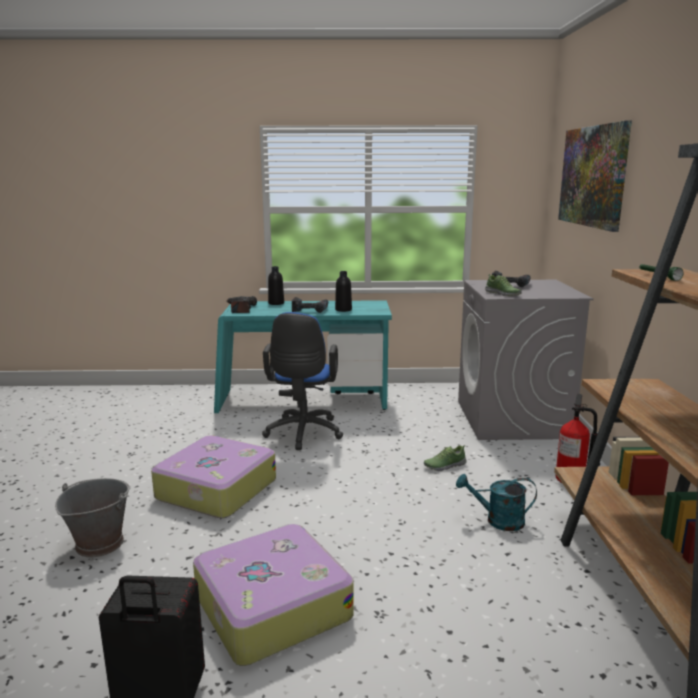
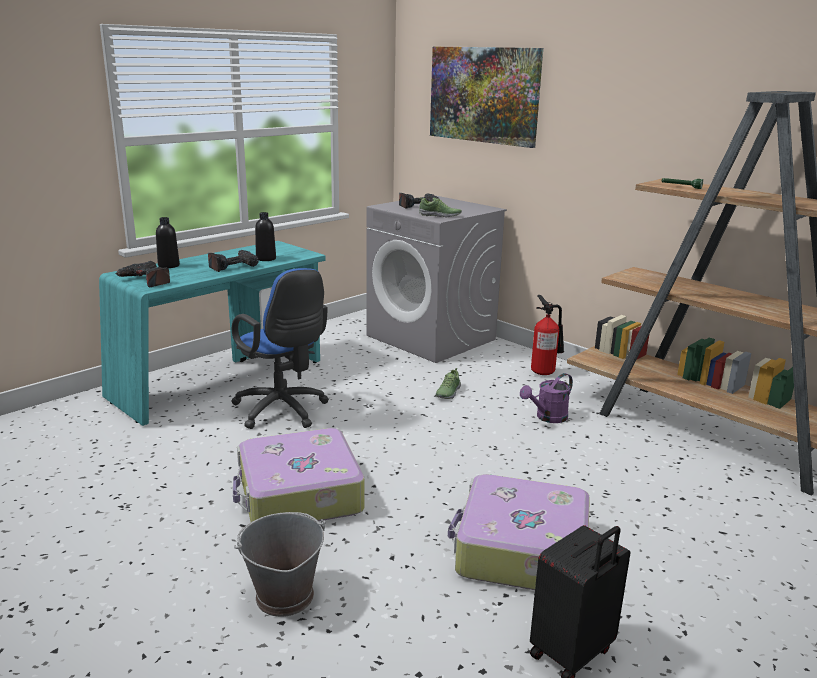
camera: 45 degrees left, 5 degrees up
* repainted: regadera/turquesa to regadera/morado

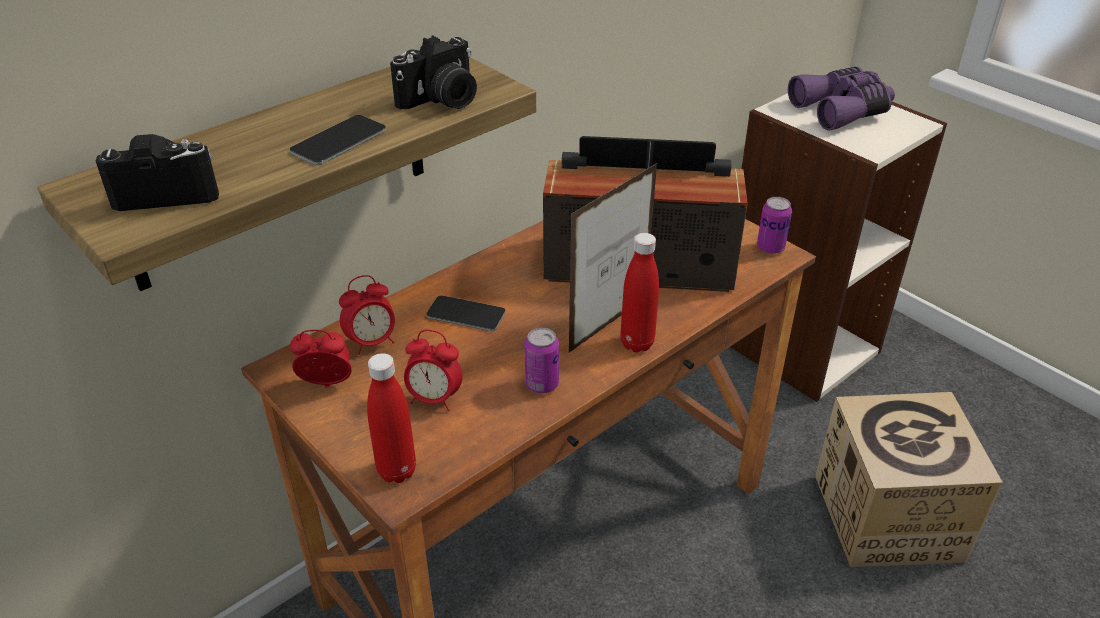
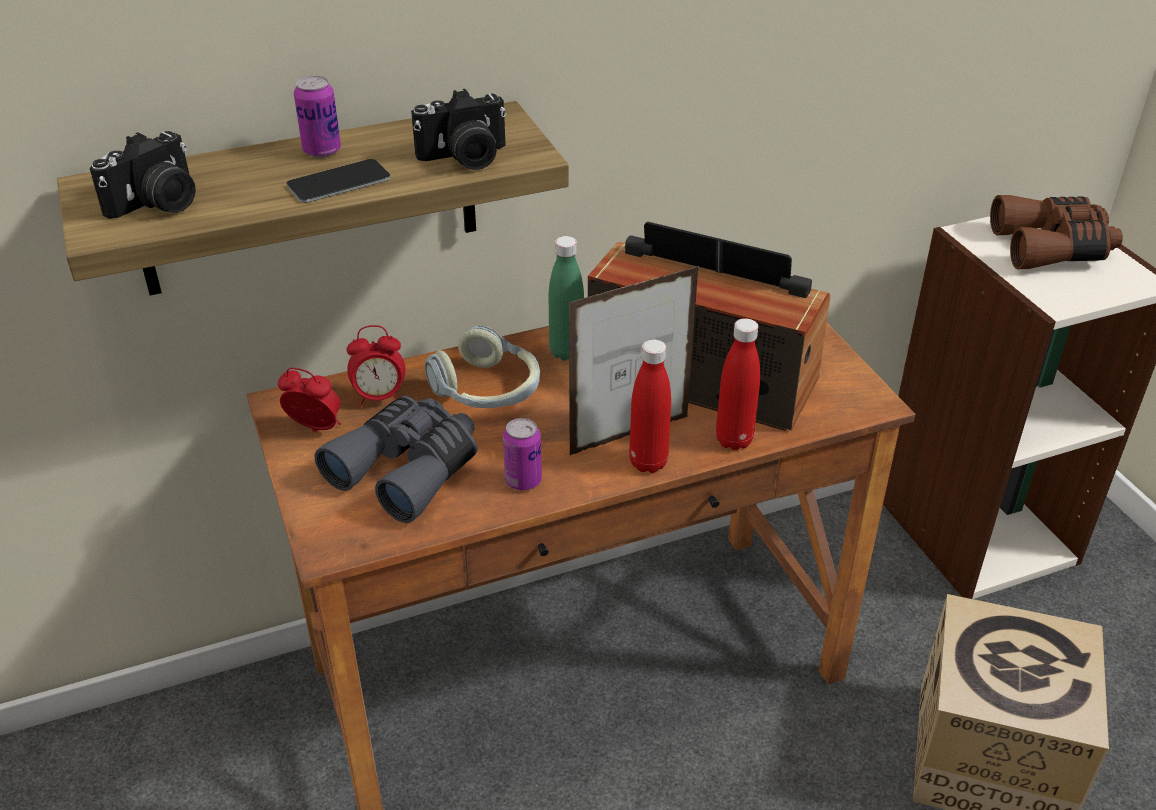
camera: 20 degrees right, 0 degrees up
* new: botella/verde
* shifted: botella/rojo (no. 1 from left in the first image) to botella/rojo (no. 2 from left)
* shifted: lata (no. 2 from left in the first image) to lata (no. 1 from left)
* swapped: despertador (no. 3 from left) to prismáticos/gris
* swapped: móvil (no. 2 from left) to auriculares
* repainted: prismáticos/morado to prismáticos/marrón
* rotated: cámara (no. 1 from left) 120 degrees clockwise

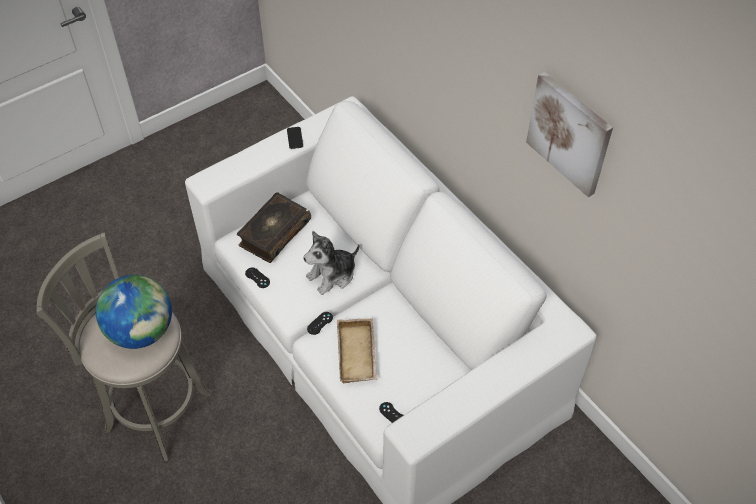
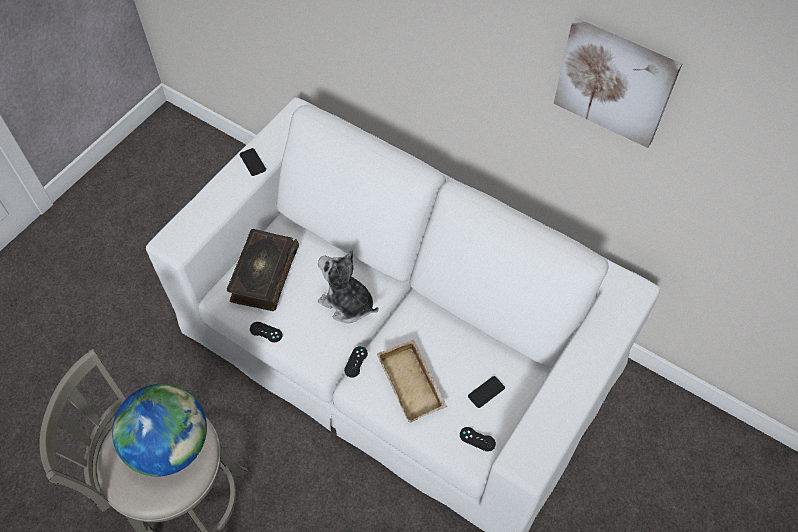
camera: 20 degrees left, 5 degrees up
* new: móvil (no. 2 from left)
* rotated: peluche 90 degrees clockwise

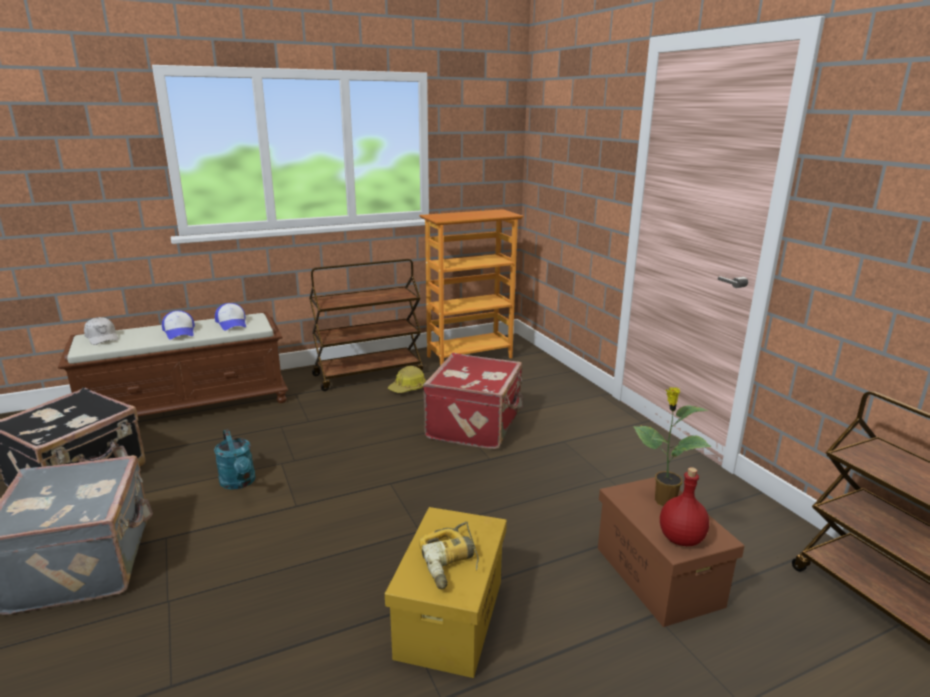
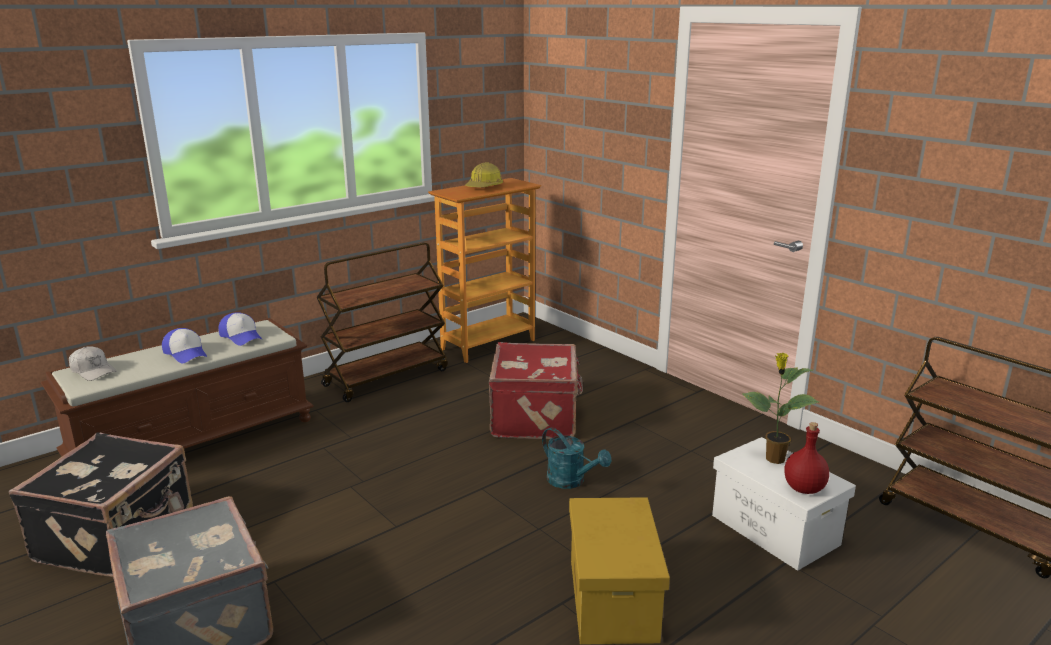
camera: 15 degrees left, 0 degrees up
* gone: taladro
* shifted: regadera/turquesa
* shifted: casco
* repainted: caja de almacenaje/marrón to caja de almacenaje/blanco

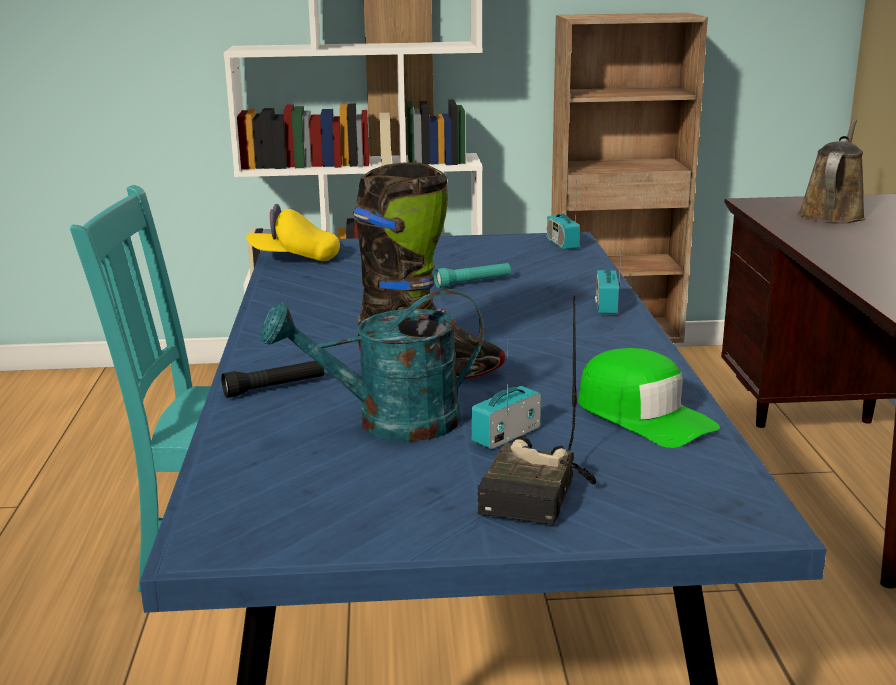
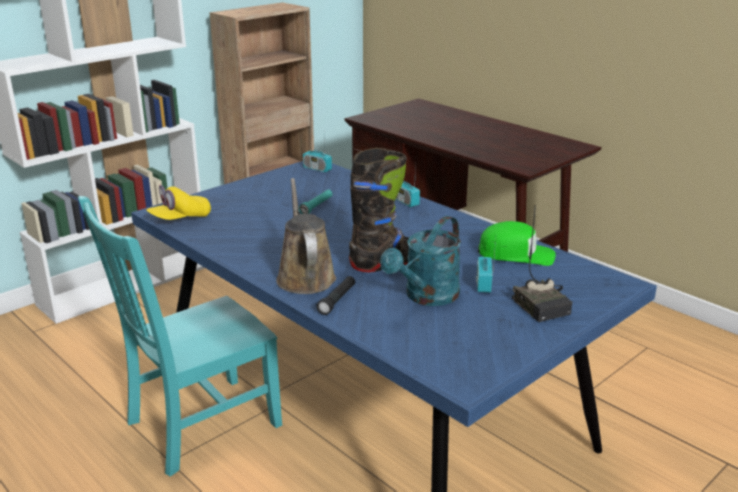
camera: 40 degrees left, 5 degrees up
* shifted: regadera/marrón

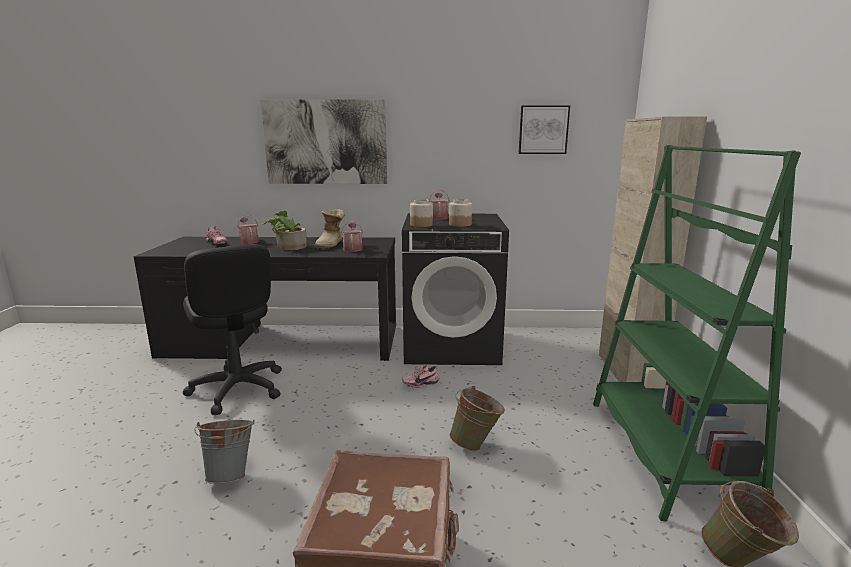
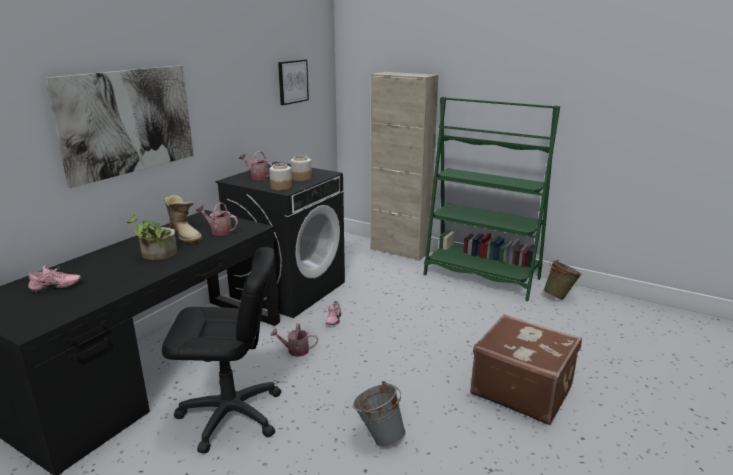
camera: 60 degrees left, 5 degrees up
* gone: cubo/verde (no. 1 from left)
* shifted: regadera (no. 1 from left in the first image) to regadera (no. 3 from left)

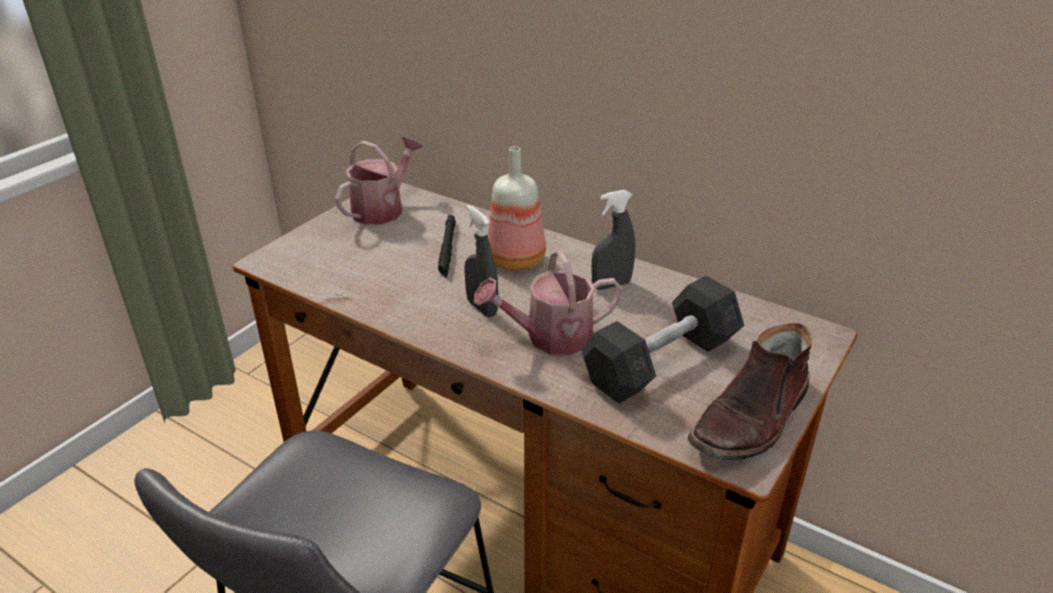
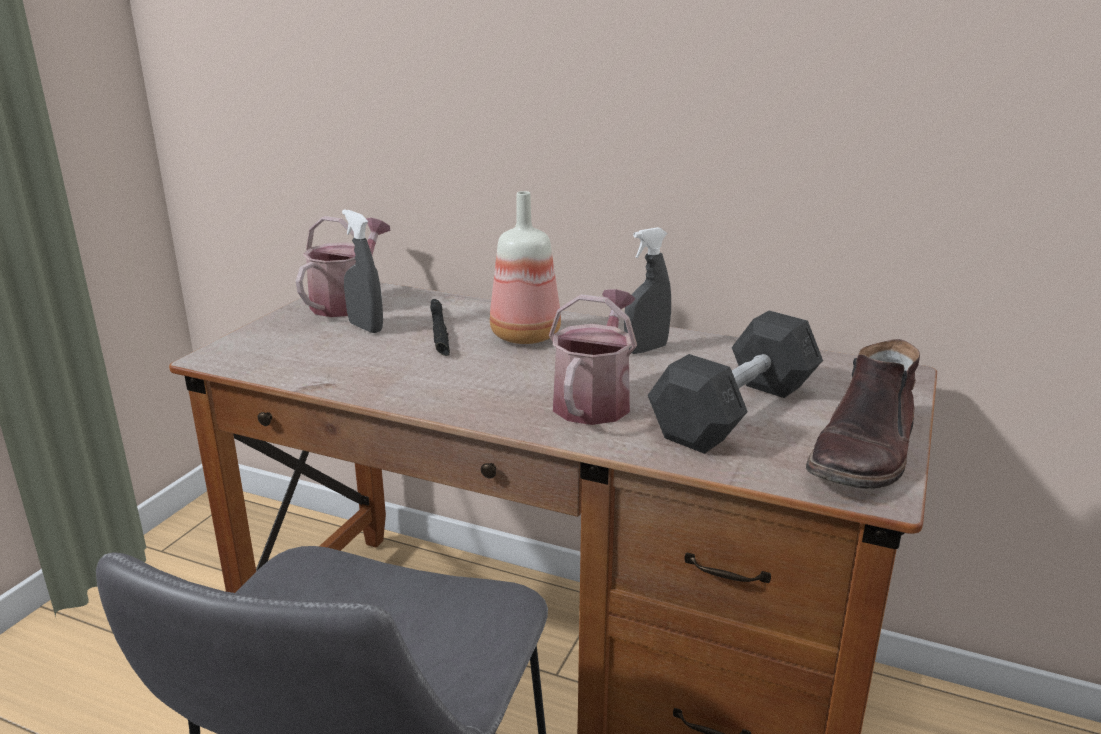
camera: 10 degrees left, 10 degrees down
* shifted: pulverizador/gris (no. 1 from left)
* rotated: regadera (no. 2 from left) 135 degrees clockwise

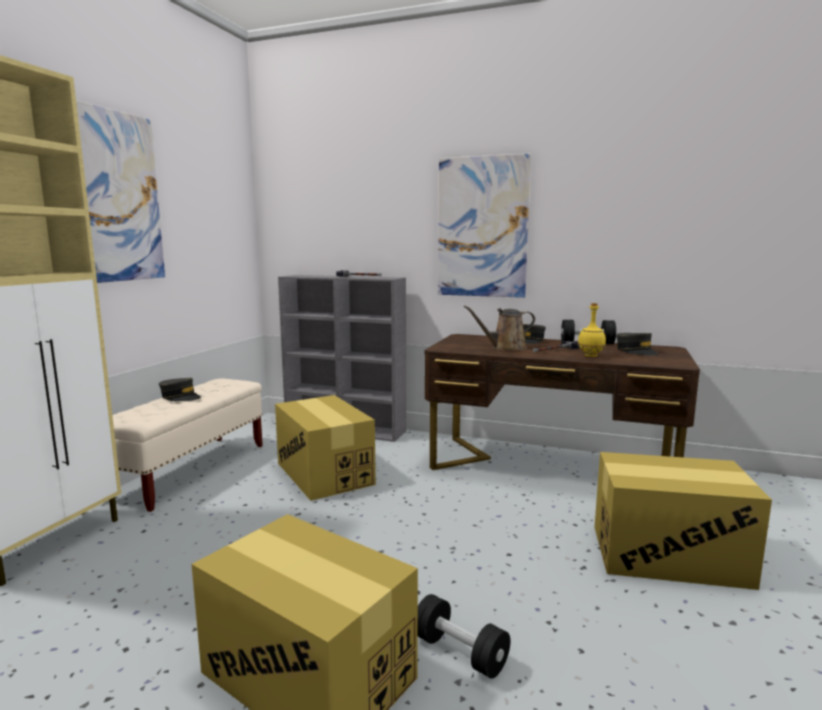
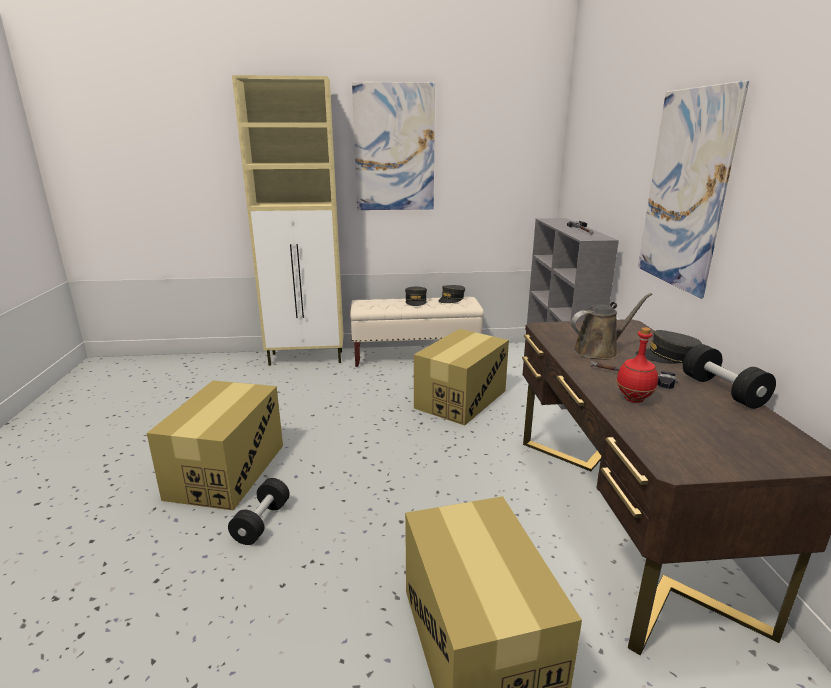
camera: 65 degrees right, 10 degrees up
* shifted: gorra/gris (no. 3 from left in the first image) to gorra/gris (no. 2 from left)
* repainted: botella/amarillo to botella/rojo
* rotated: regadera/marrón 105 degrees clockwise

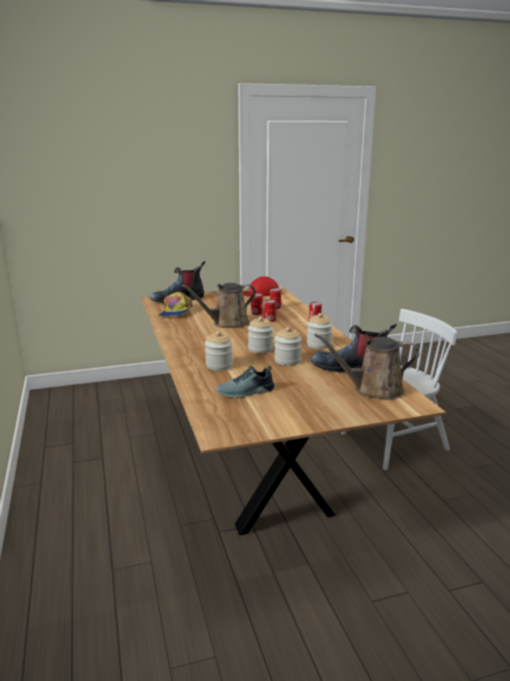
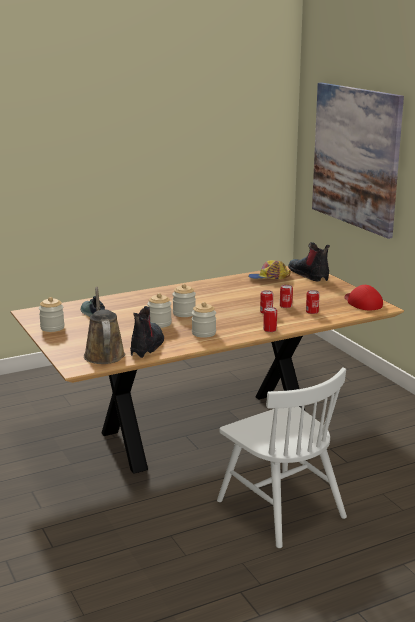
camera: 80 degrees right, 0 degrees up
* gone: regadera/marrón (no. 1 from left)
* new: cuadro
* shifted: tarro (no. 1 from left)

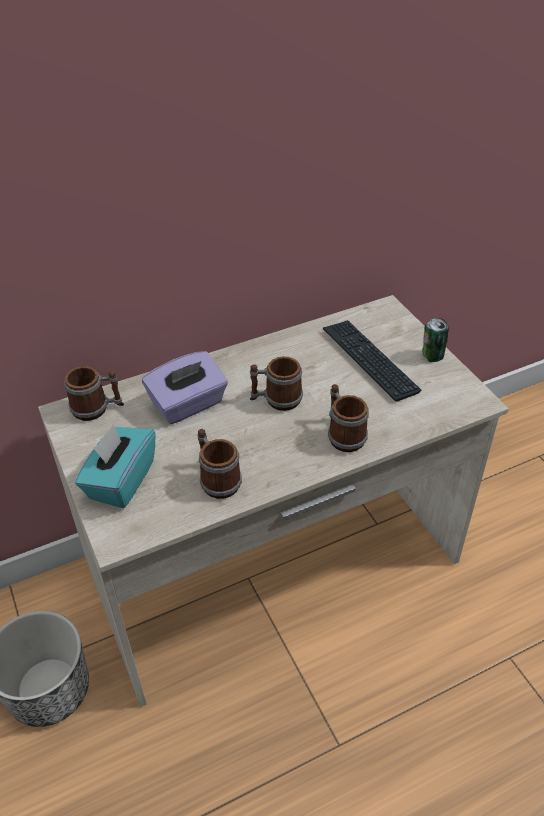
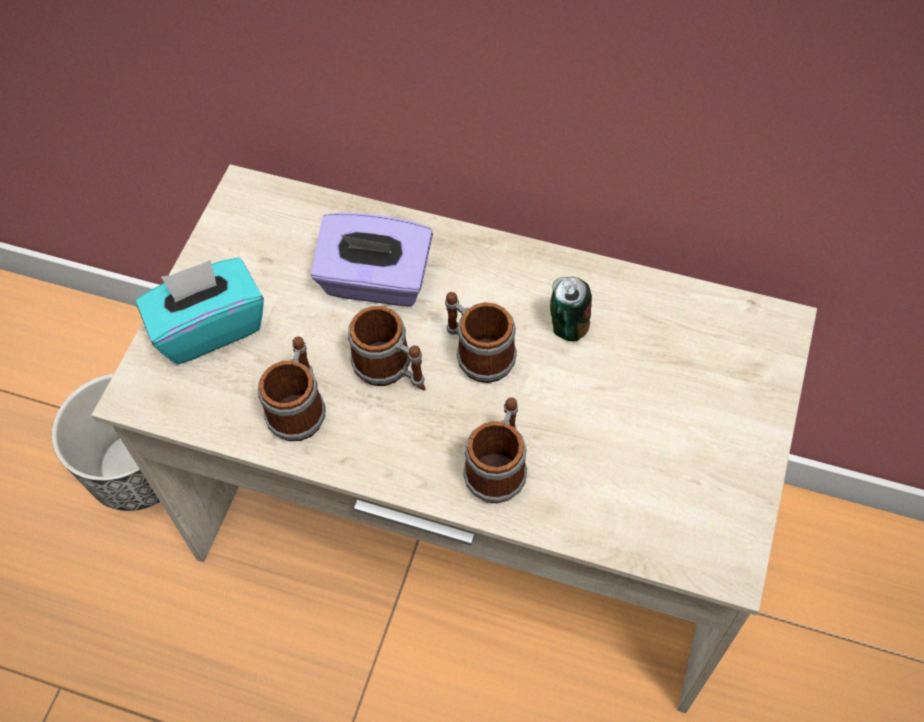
camera: 45 degrees right, 15 degrees up
* gone: teclado
* shifted: taza grande (no. 1 from left in the first image) to taza grande (no. 2 from left)
* shifted: lata

